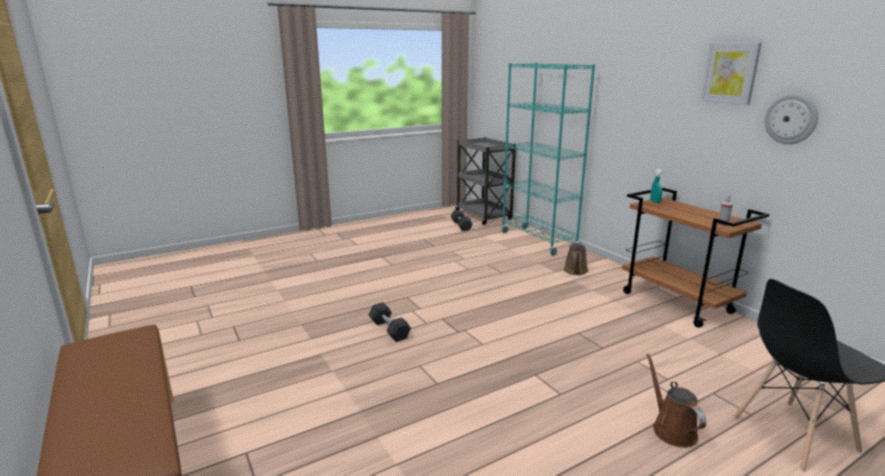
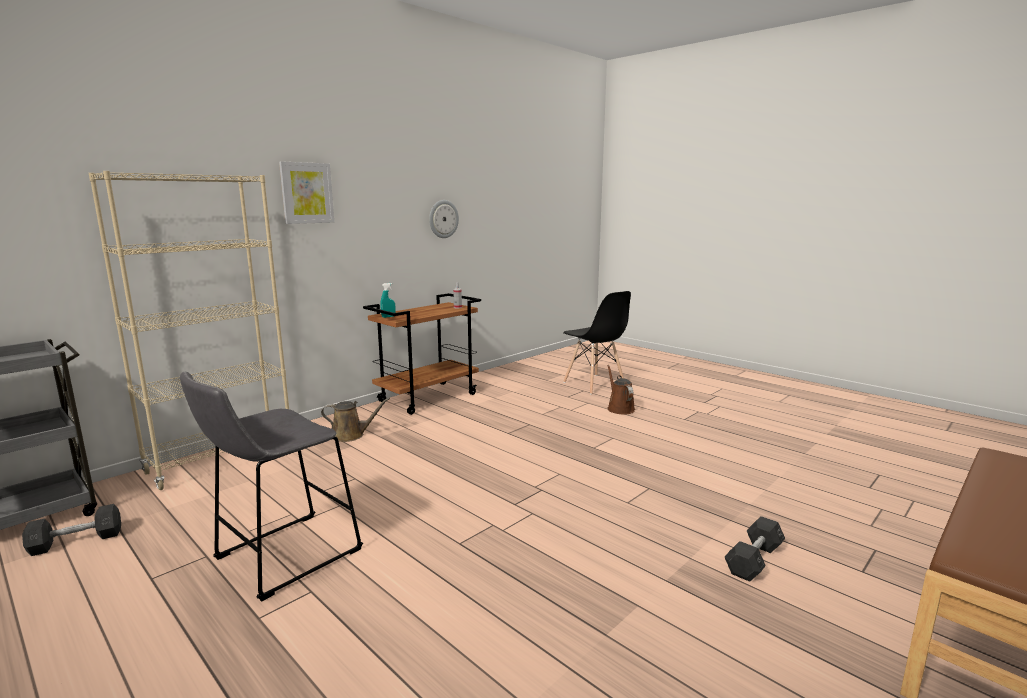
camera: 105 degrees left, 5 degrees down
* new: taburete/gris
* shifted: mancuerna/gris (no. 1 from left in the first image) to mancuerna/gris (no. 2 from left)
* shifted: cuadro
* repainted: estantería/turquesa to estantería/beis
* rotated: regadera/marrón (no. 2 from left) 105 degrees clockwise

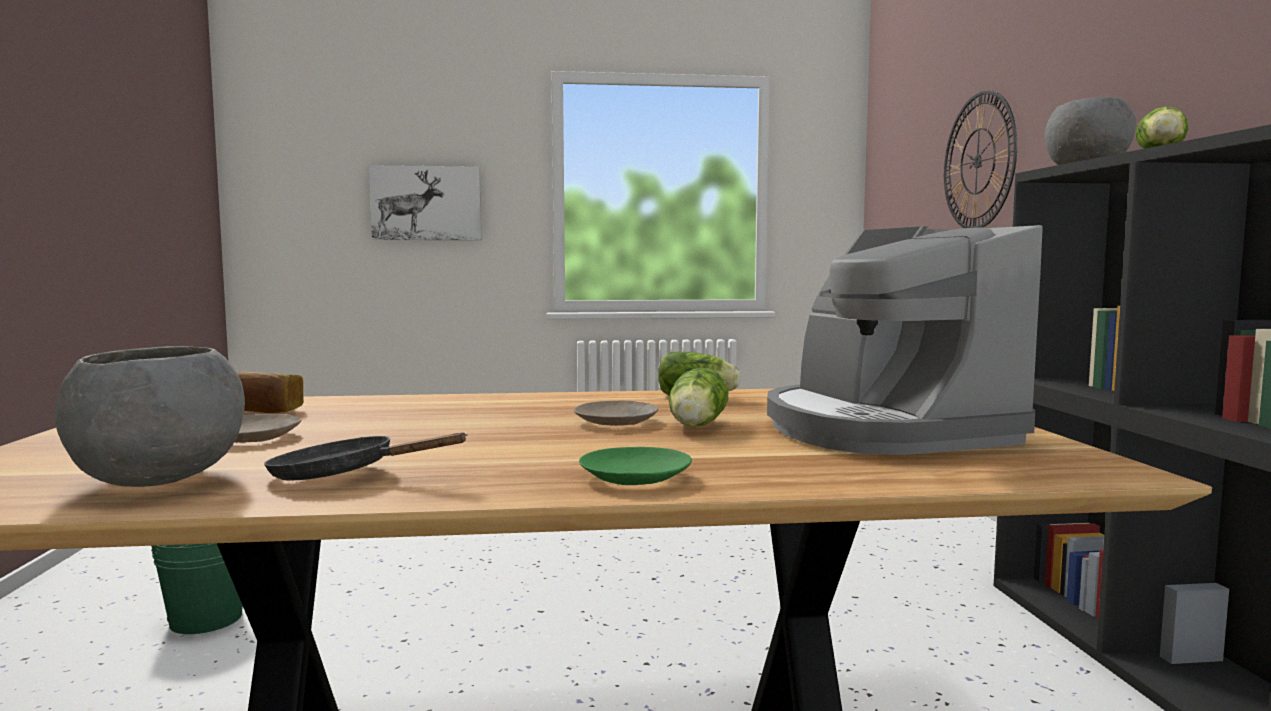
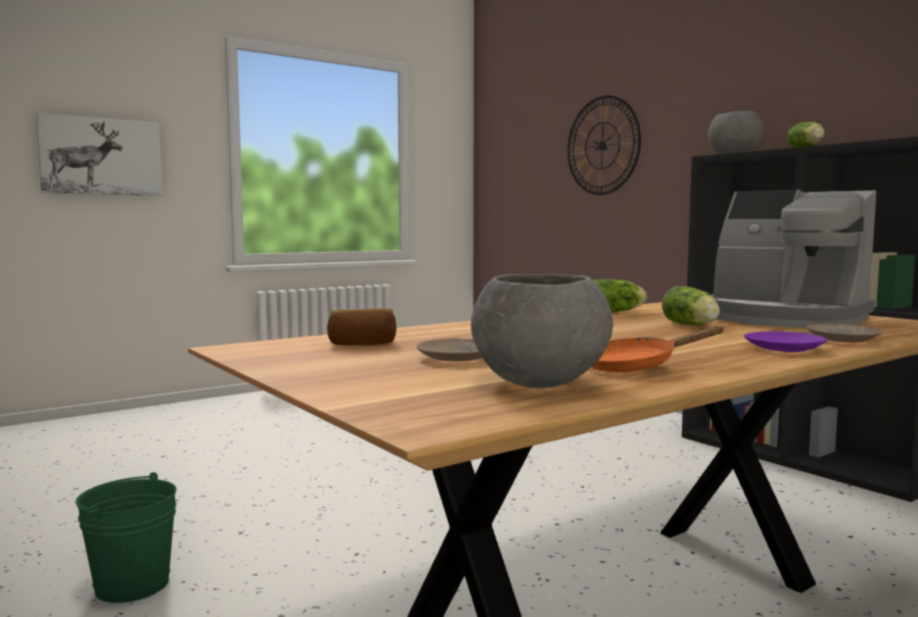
camera: 30 degrees left, 0 degrees up
* shifted: plato/beis (no. 2 from left)
* repainted: sartén/negro to sartén/naranja
* repainted: plato/verde to plato/morado

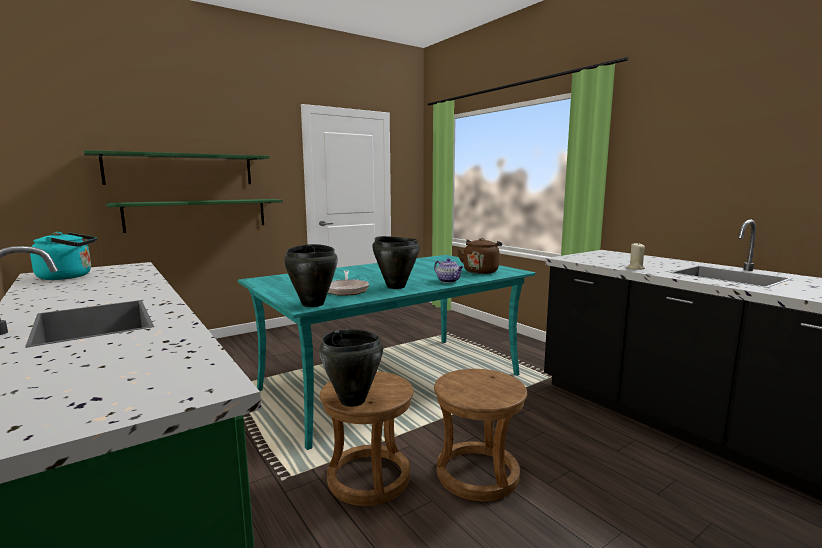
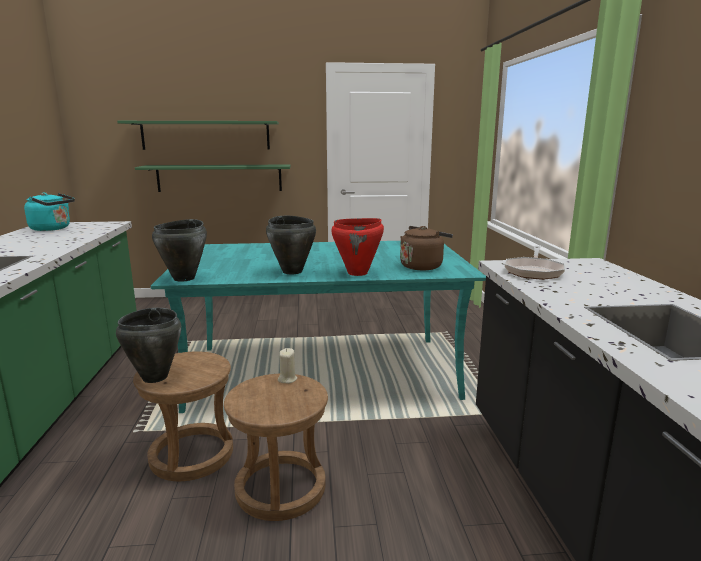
camera: 30 degrees right, 5 degrees up
* shifted: sartén
* shifted: vela/beis
* swapped: tetera to olla/rojo

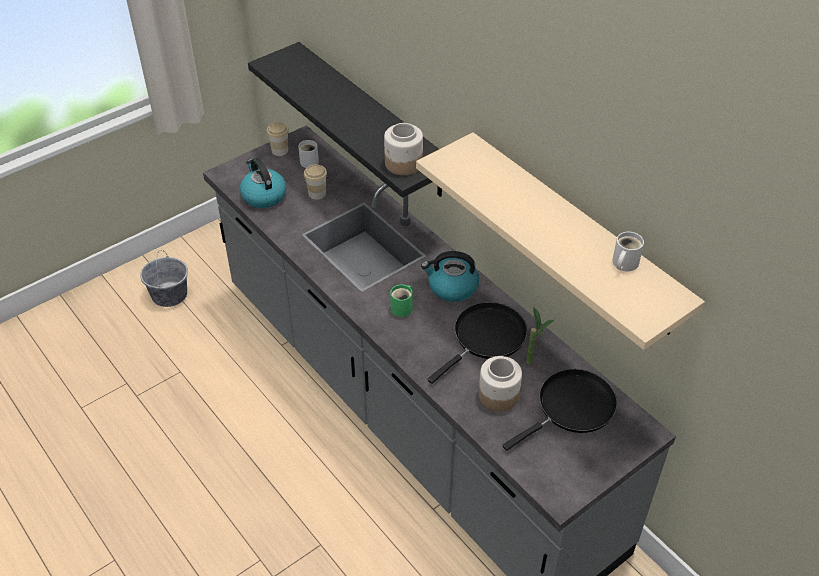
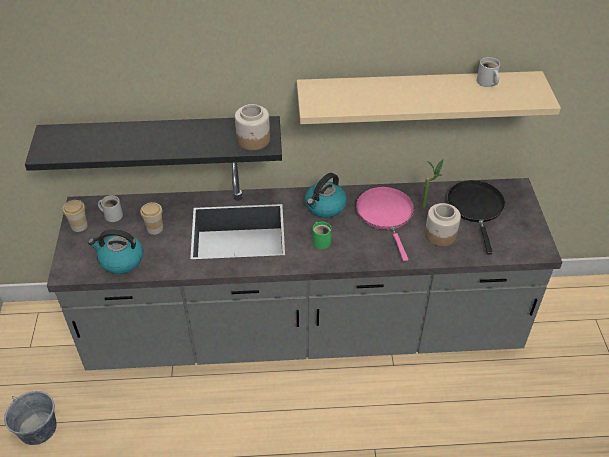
camera: 55 degrees left, 0 degrees up
* repainted: sartén/negro (no. 1 from left) to sartén/rosa

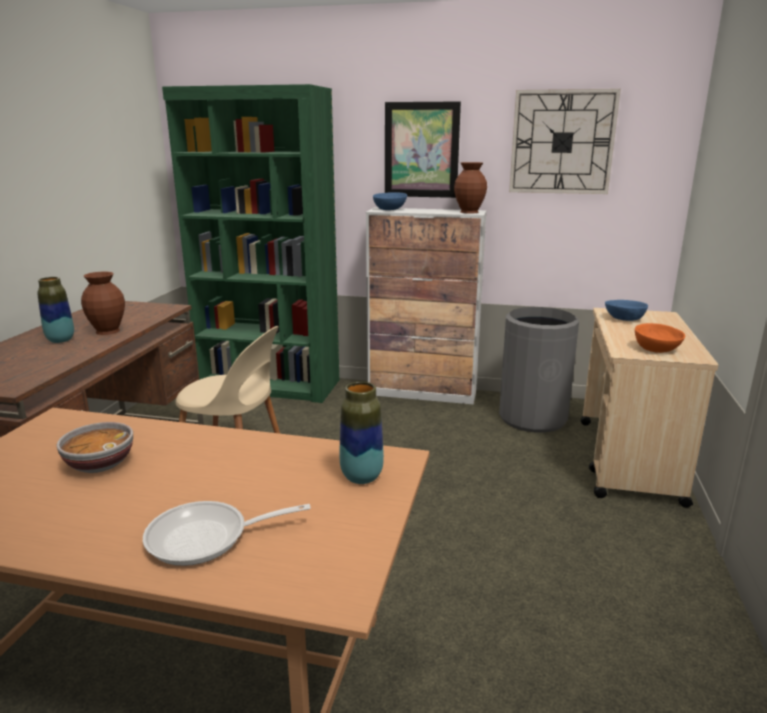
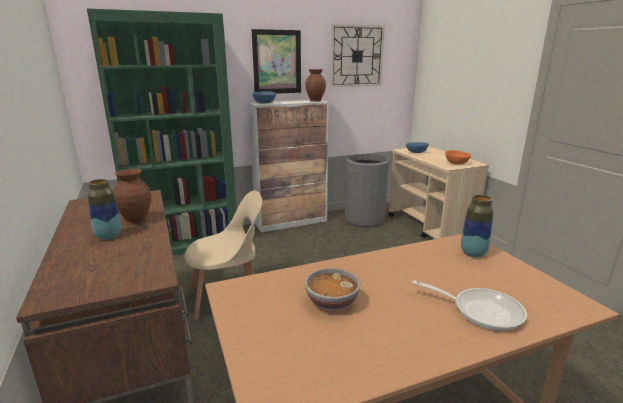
camera: 35 degrees left, 0 degrees up
* rotated: sartén 105 degrees counterclockwise

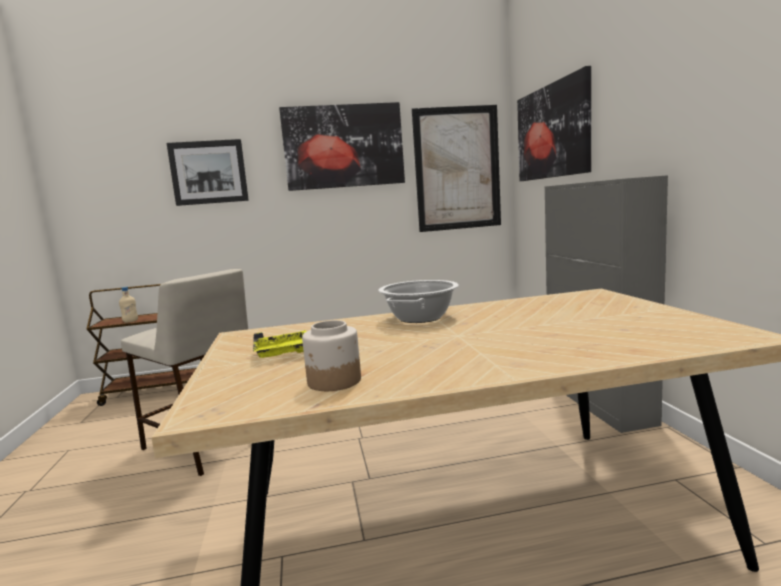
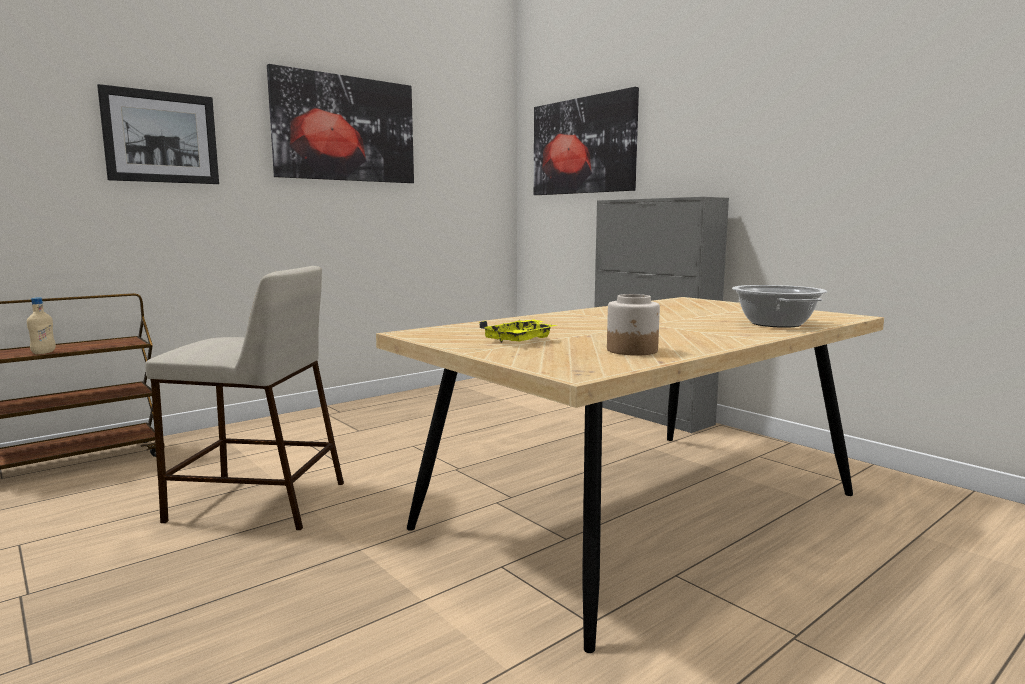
camera: 30 degrees left, 0 degrees up
* gone: cuadro (no. 3 from left)
* shifted: olla

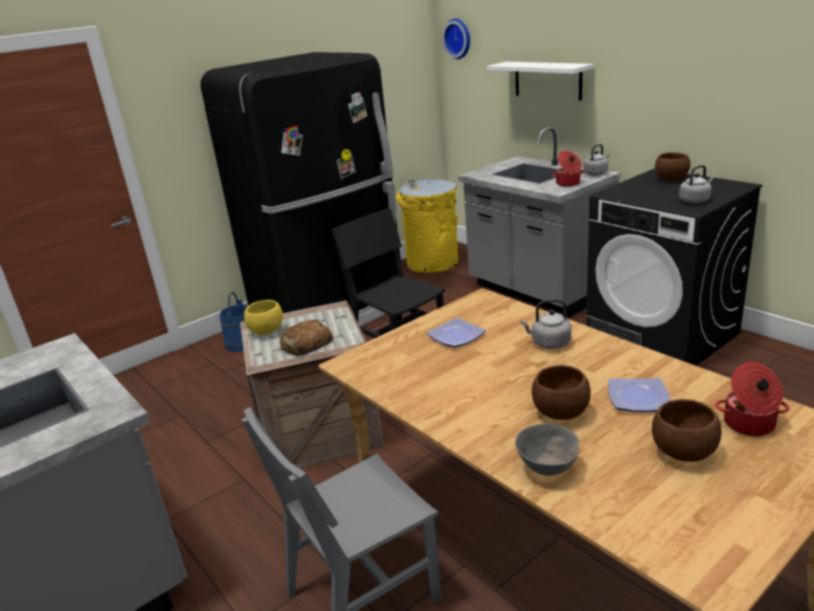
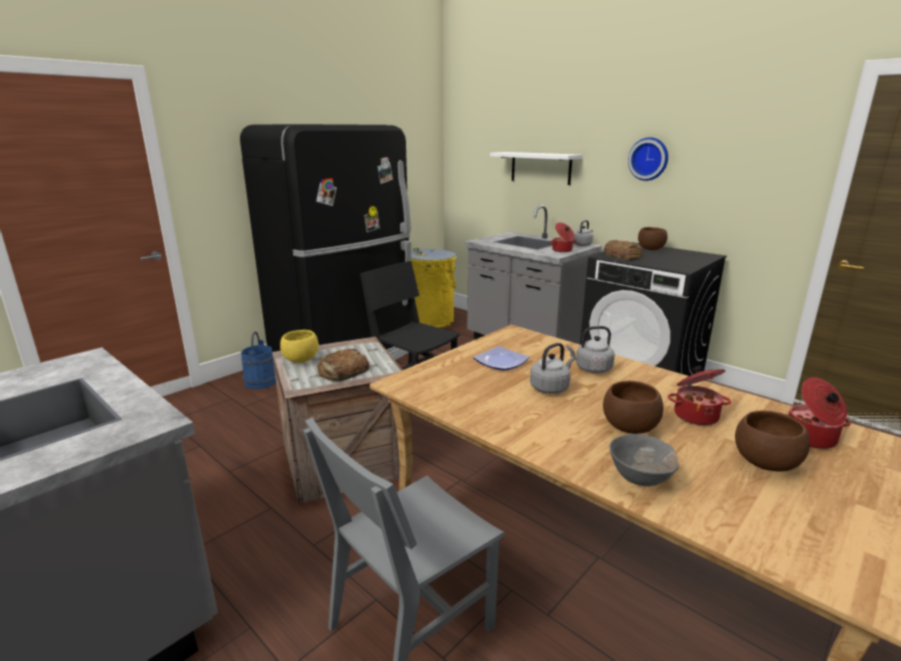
camera: 10 degrees left, 5 degrees down
* new: pan (no. 2 from left)
* shifted: reloj de pared
* shifted: hervidor/gris (no. 3 from left in the first image) to hervidor/gris (no. 1 from left)
* swapped: plato (no. 2 from left) to olla (no. 2 from left)

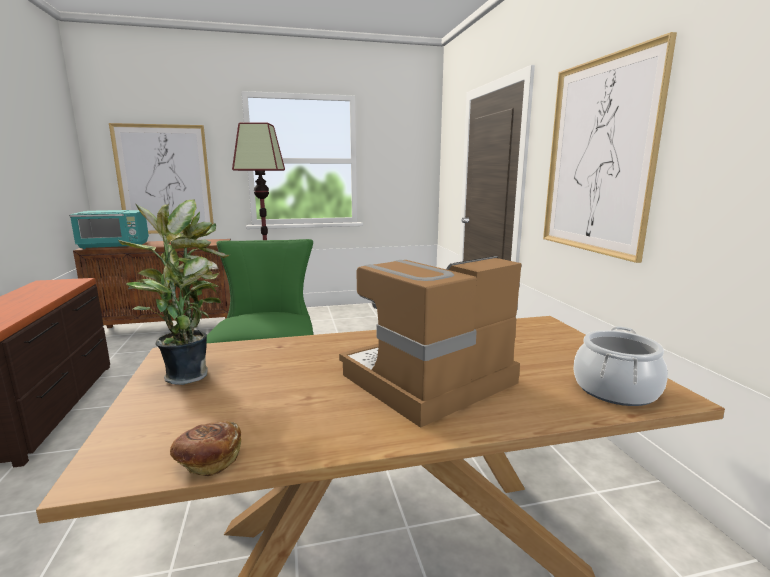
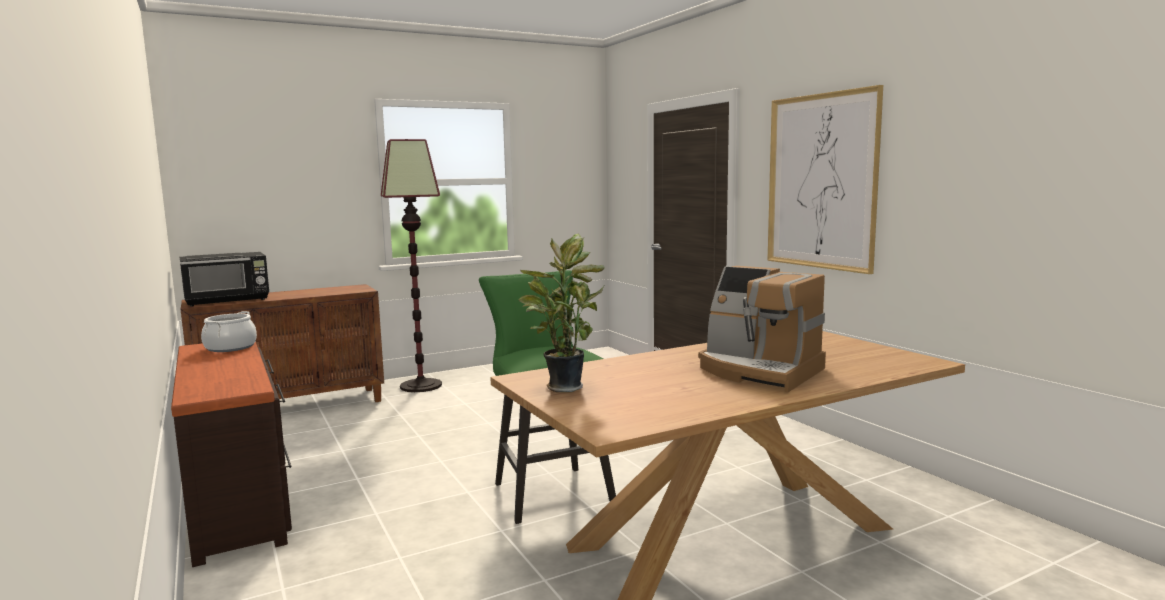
camera: 15 degrees left, 5 degrees down
* gone: cuadro (no. 1 from left)
* gone: pan
* shifted: olla
* repainted: microondas/turquesa to microondas/negro
* rotated: cafetera 90 degrees counterclockwise

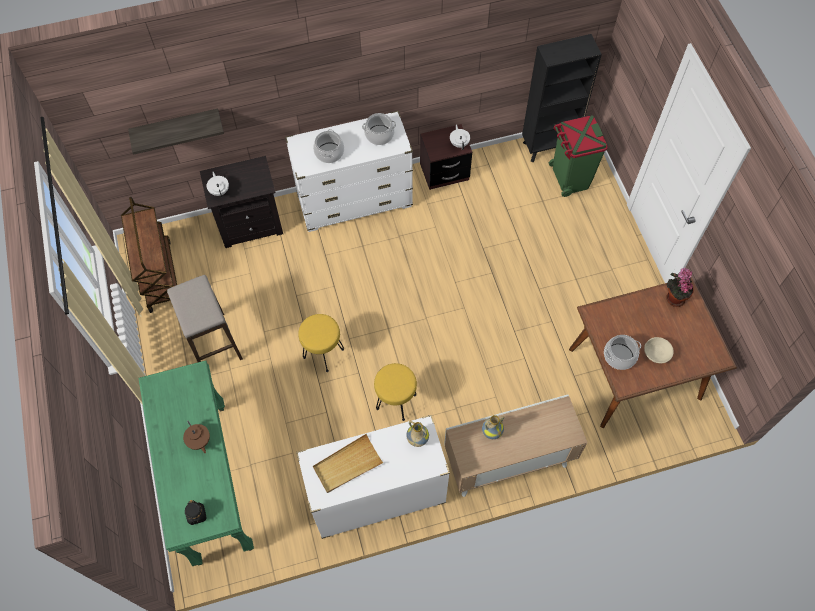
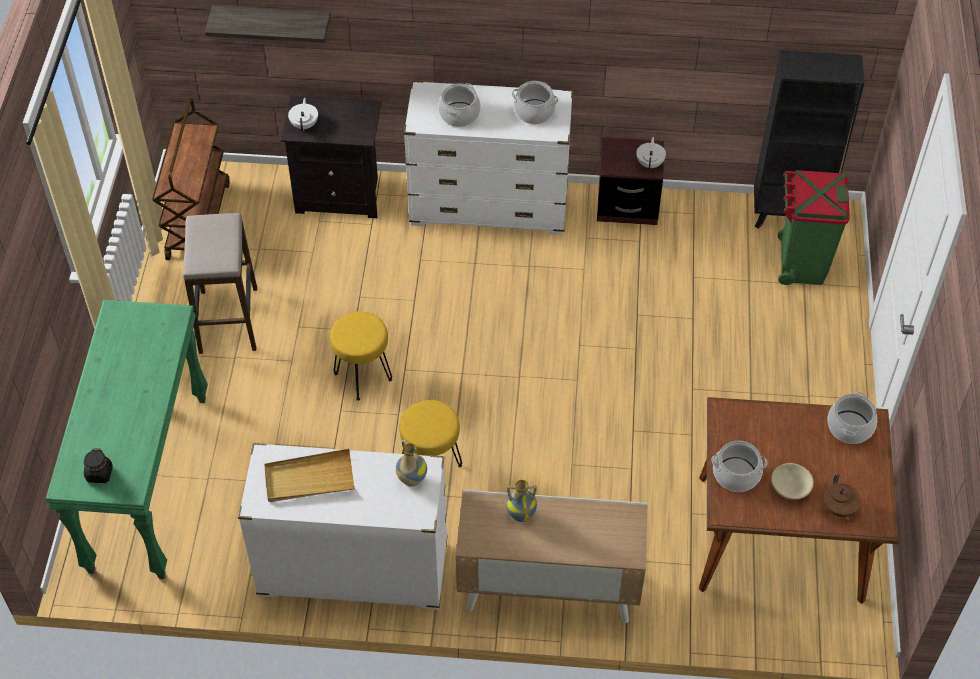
camera: 20 degrees right, 10 degrees down
* shifted: tetera/marrón
* swapped: planta en maceta to olla (no. 4 from left)

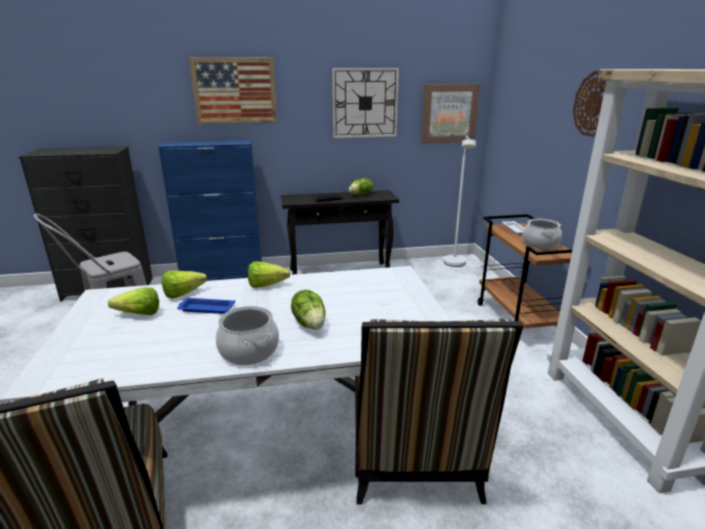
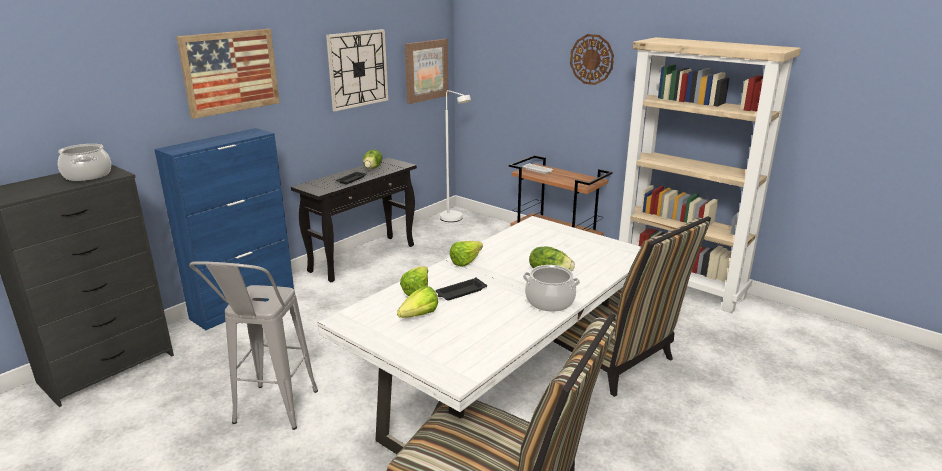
camera: 40 degrees left, 0 degrees up
* shifted: olla (no. 2 from left in the first image) to olla (no. 1 from left)
* repainted: bandeja/azul to bandeja/negro (no. 2 from left)

